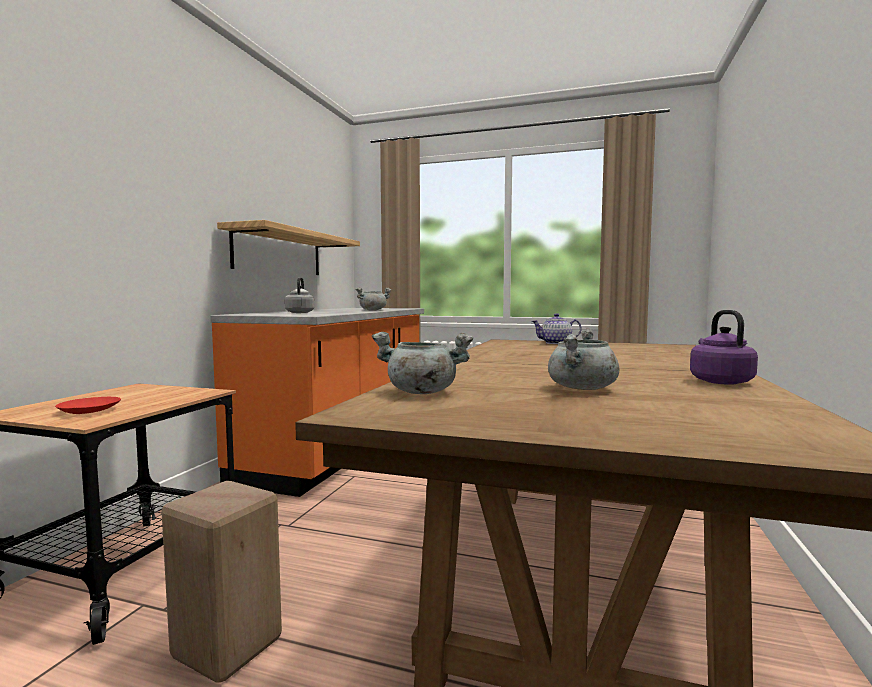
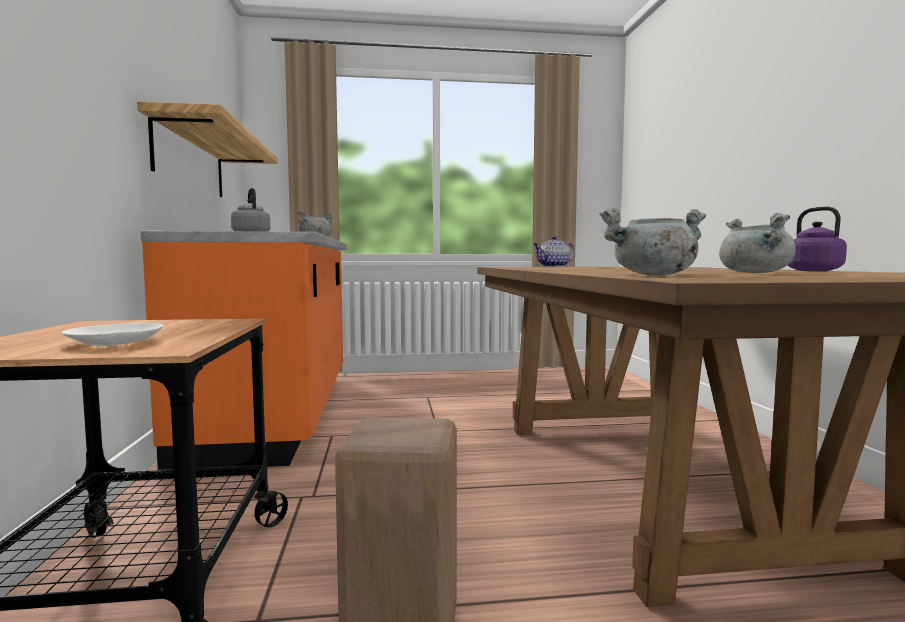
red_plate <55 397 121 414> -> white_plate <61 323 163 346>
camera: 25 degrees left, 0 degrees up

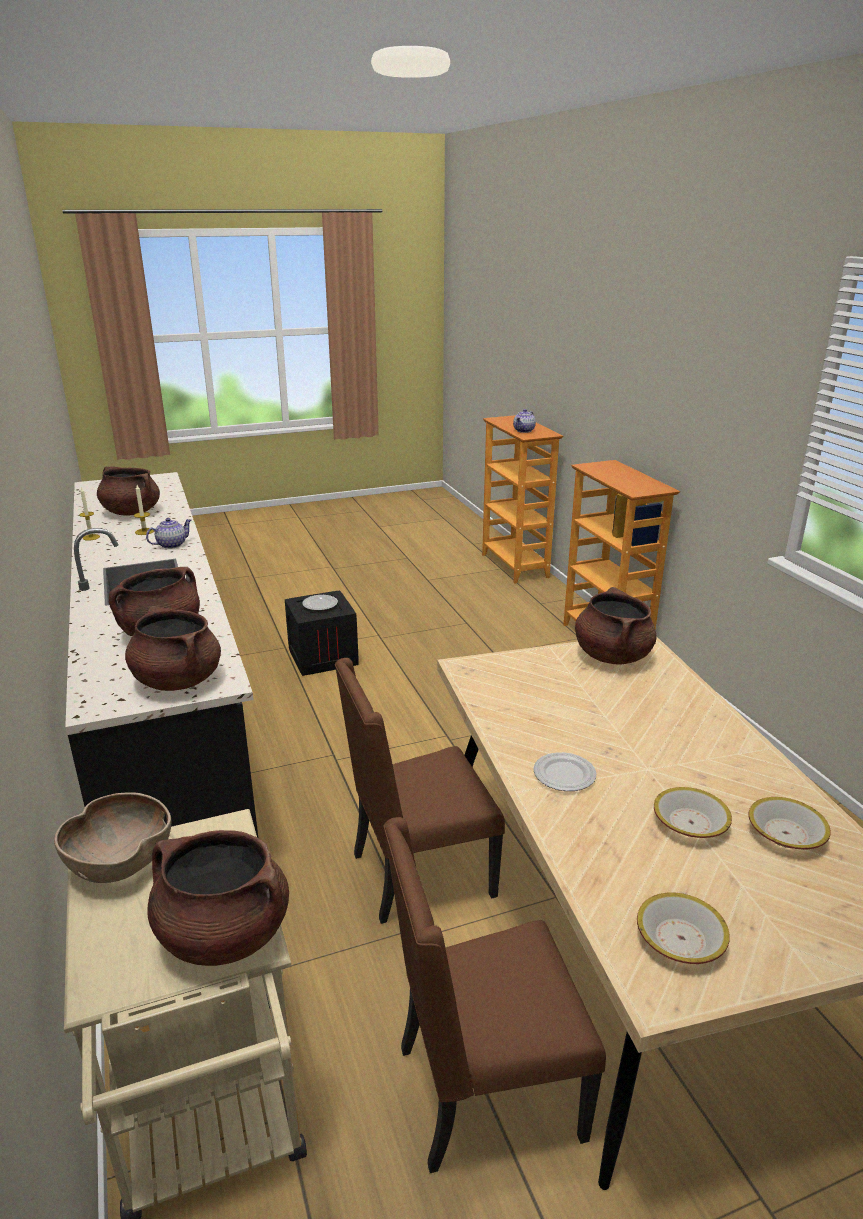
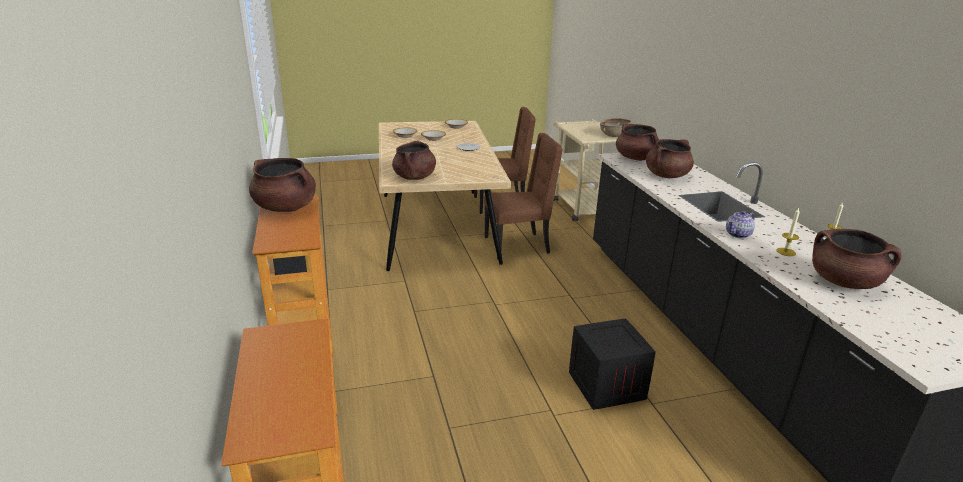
plate <302 595 338 610> -> none
teapot <513 409 536 433> -> none
brown_cooking_pot <147 830 289 966> -> brown_cooking_pot <249 158 316 212>, relocated
camera: 175 degrees left, 0 degrees up

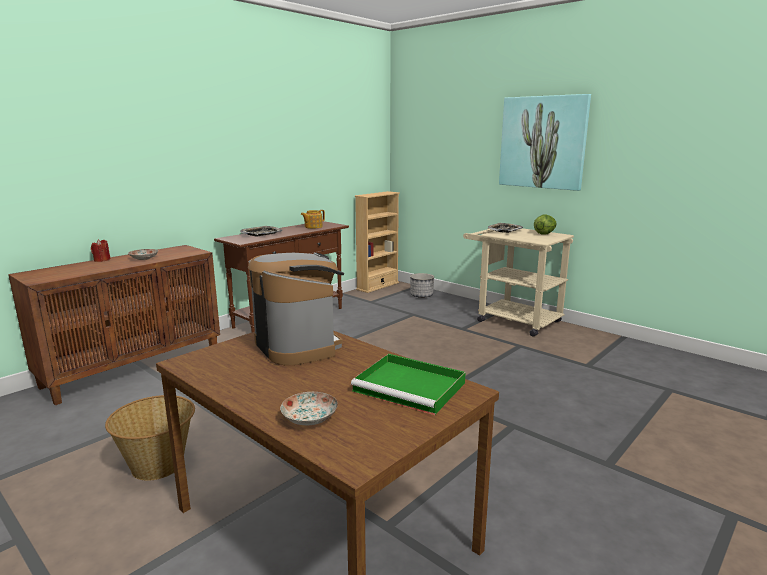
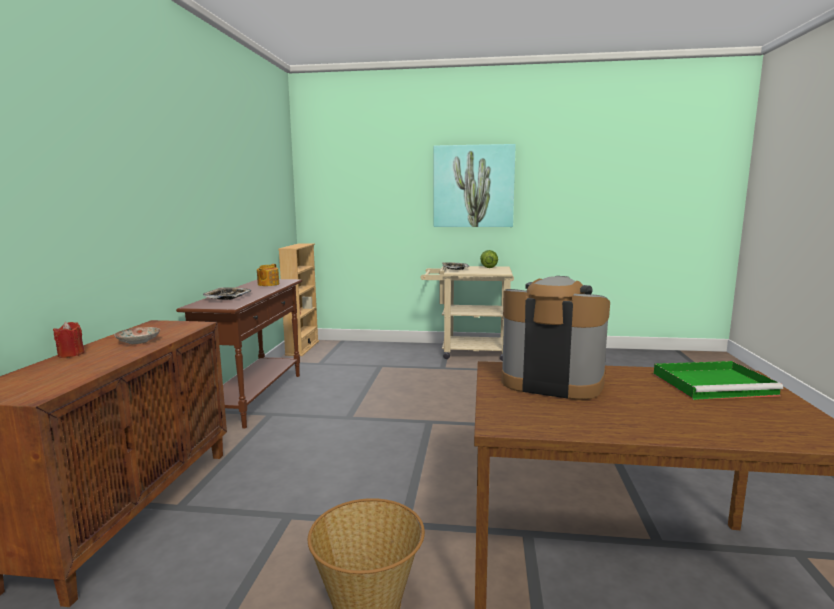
plate <280 392 338 425> -> none
planter <410 273 434 298> -> none
camera: 35 degrees left, 5 degrees down

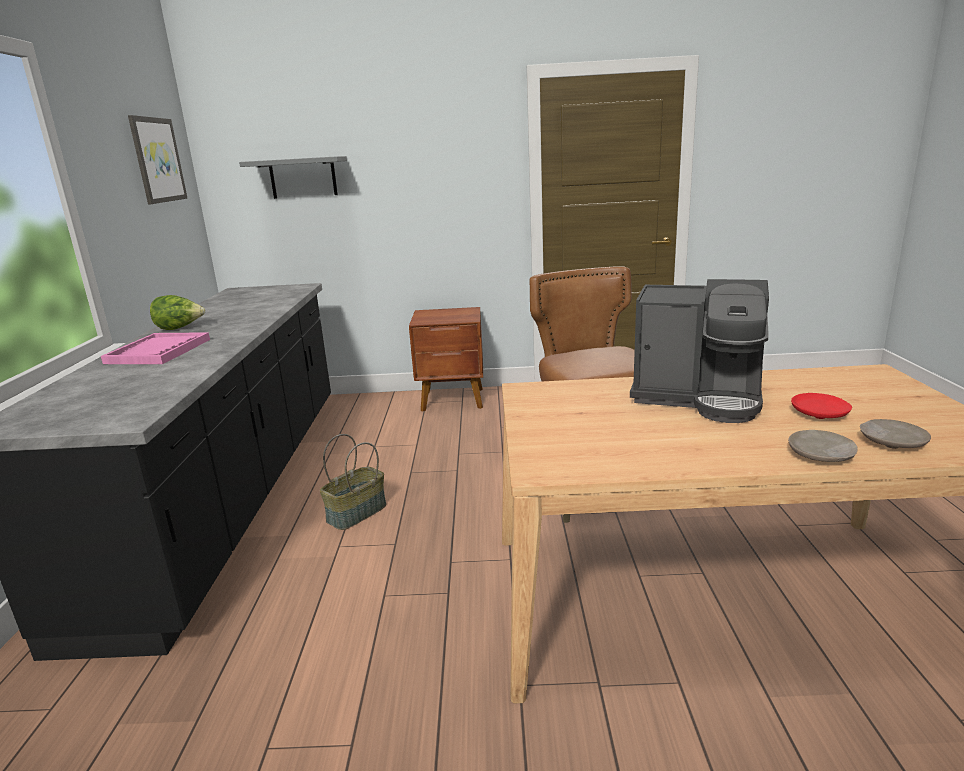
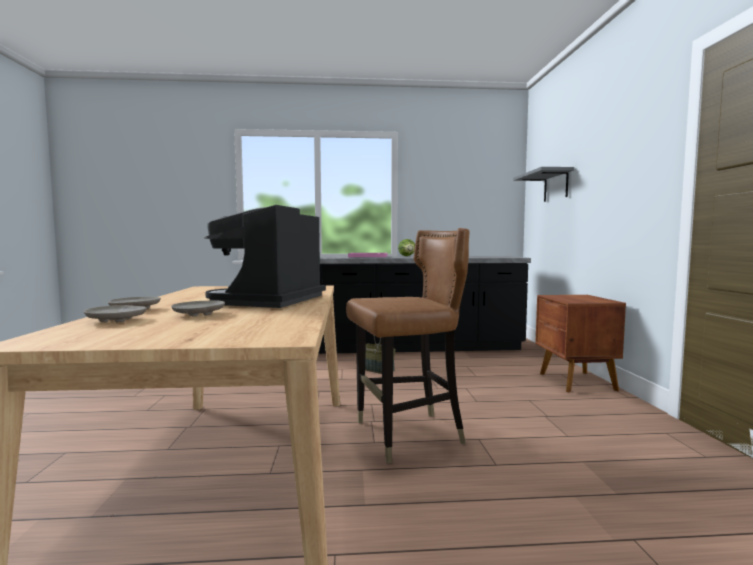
picture <128 115 187 205> -> none
red_plate <791 393 852 419> -> beige_plate <171 301 225 317>
camera: 85 degrees right, 15 degrees down

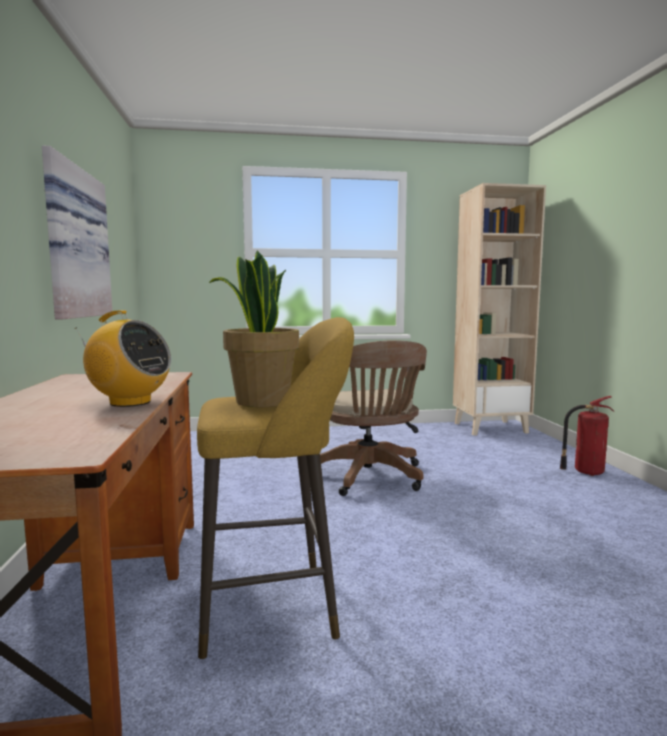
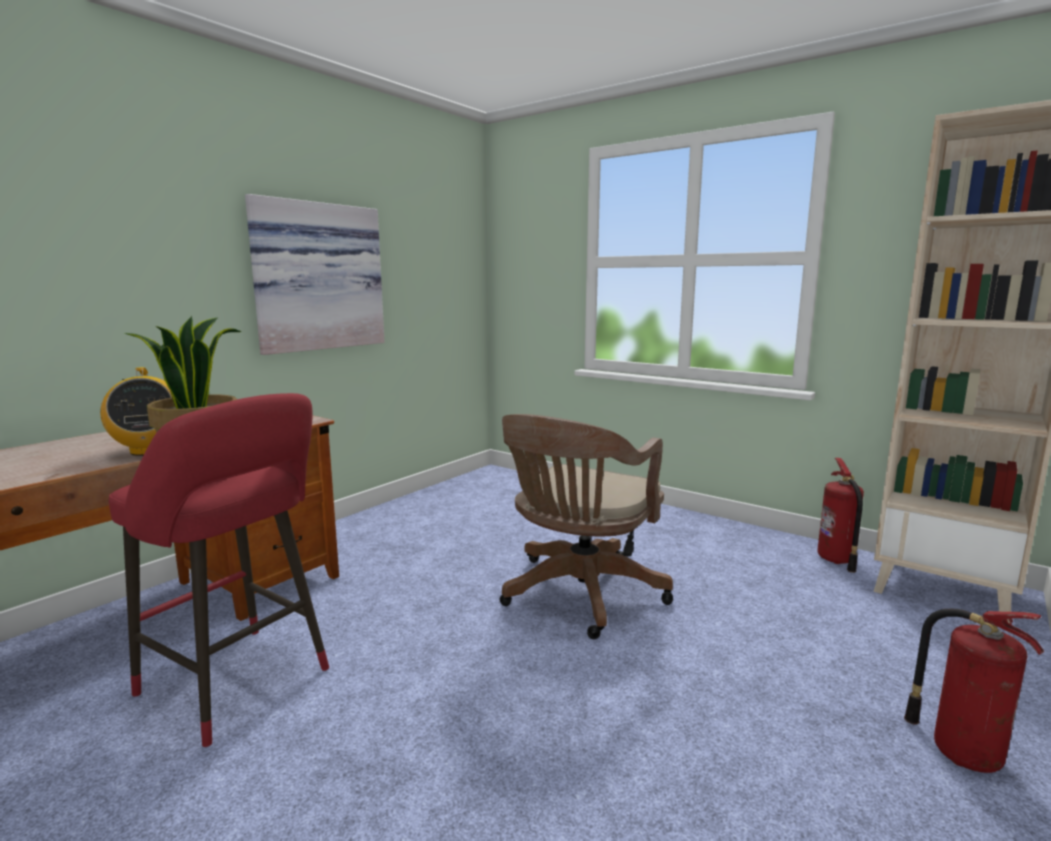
none -> fire_extinguisher <817 458 864 573>
yellow_stool <197 317 354 659> -> red_stool <109 393 329 747>
camera: 45 degrees right, 5 degrees up

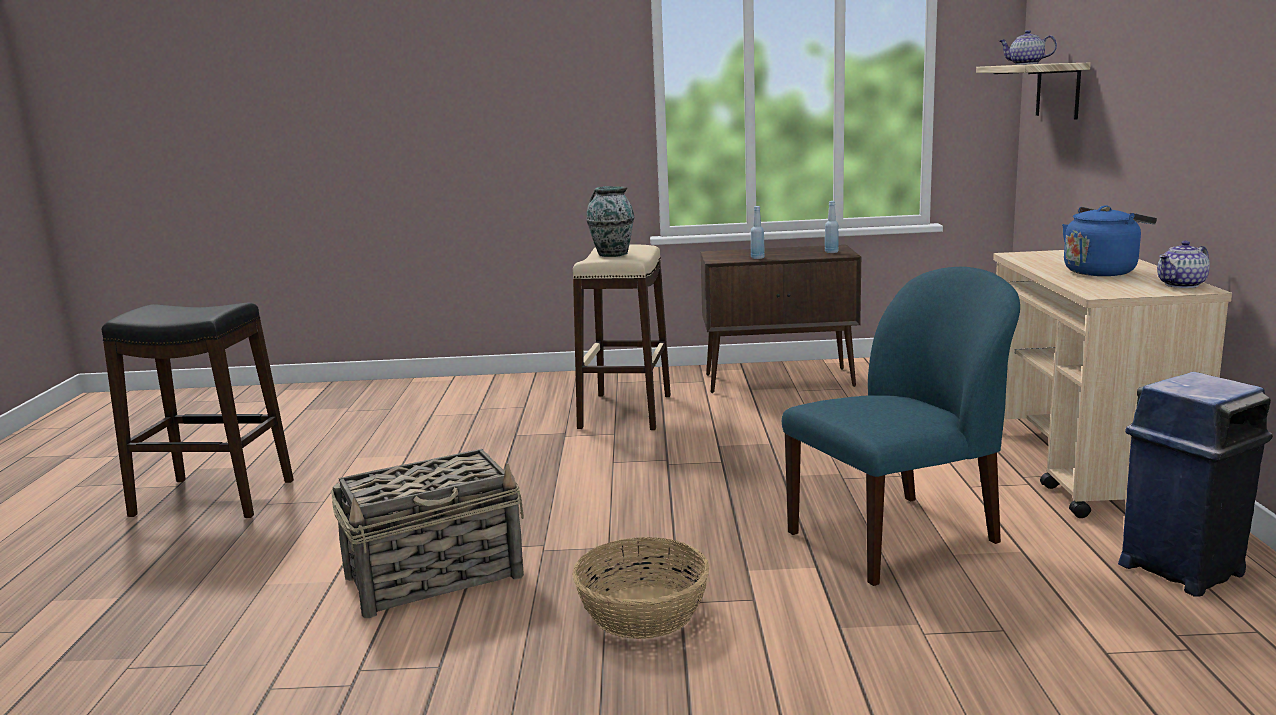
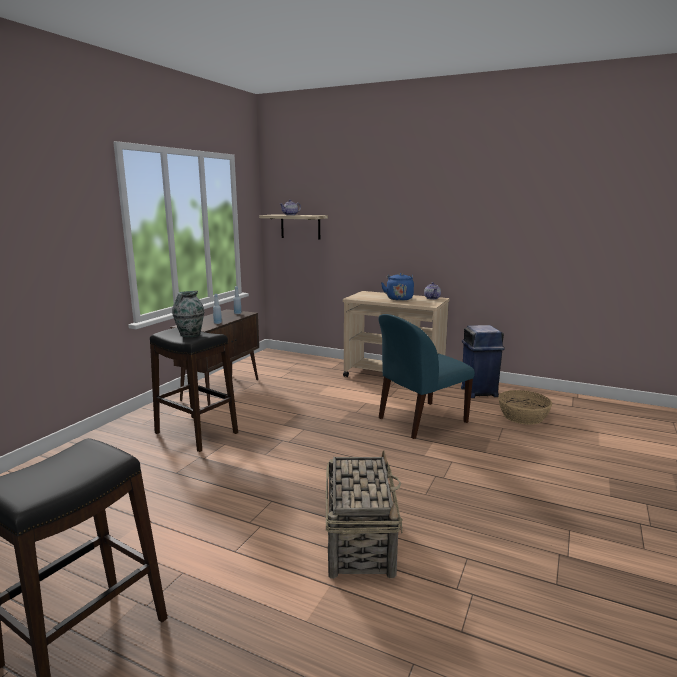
basket <572 537 709 639> -> basket <498 390 552 425>, relocated
beige_stool <573 244 671 430> -> black_stool <150 328 238 452>
blue_chair <782 267 1020 586> -> blue_chair <378 314 475 439>, 120 degrees counterclockwise
camera: 65 degrees left, 0 degrees up

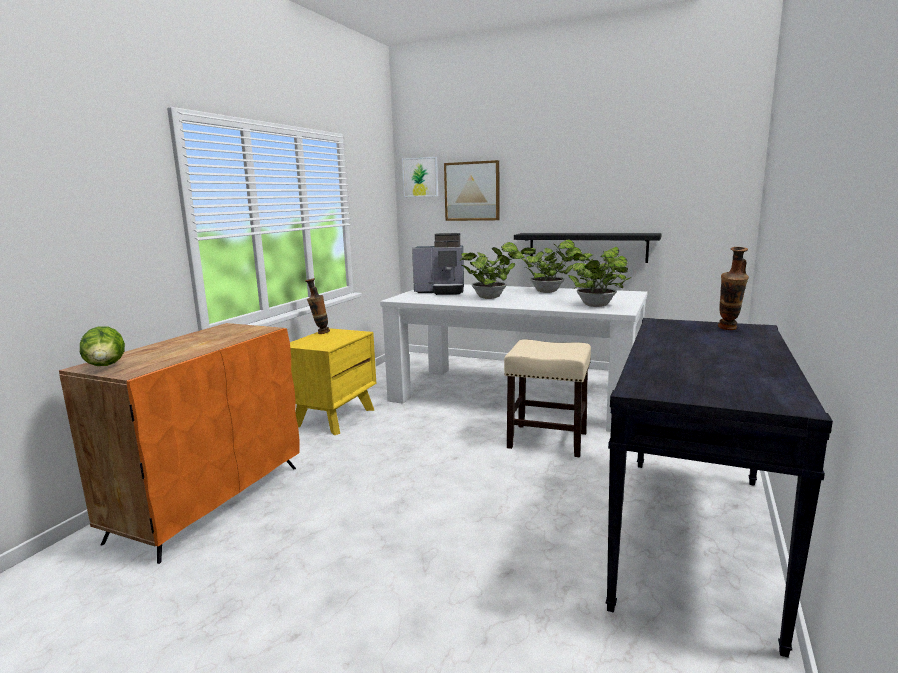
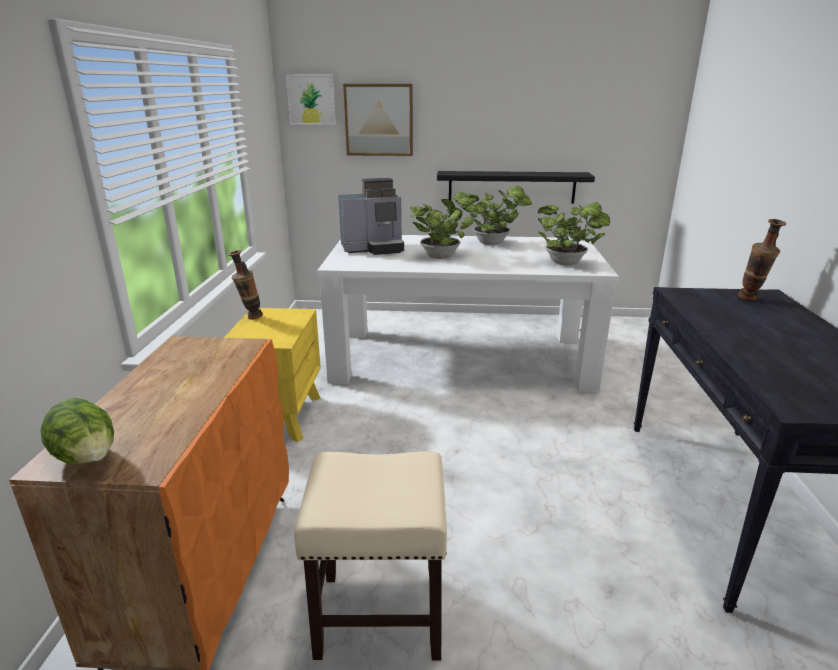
beige_stool <504 339 591 457> -> beige_stool <294 452 447 661>, relocated
camera: 20 degrees left, 10 degrees up

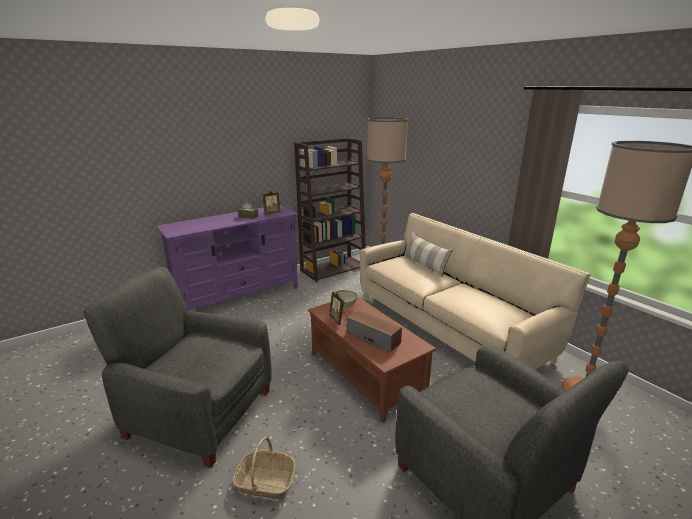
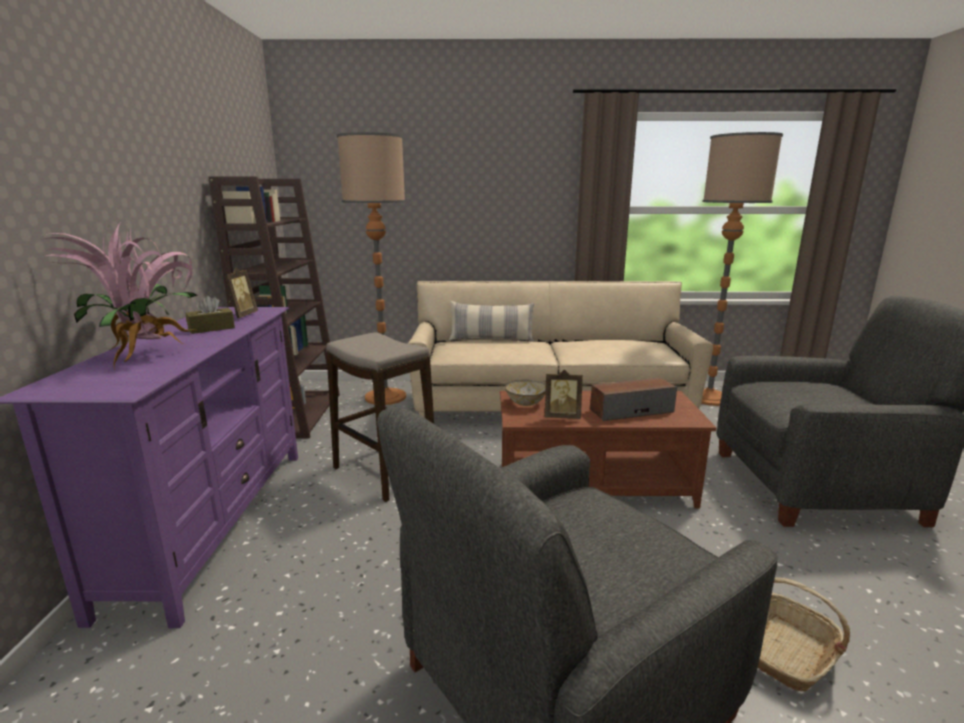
none -> potted_plant <41 223 198 368>
none -> stool <326 332 434 502>
camera: 55 degrees left, 5 degrees down

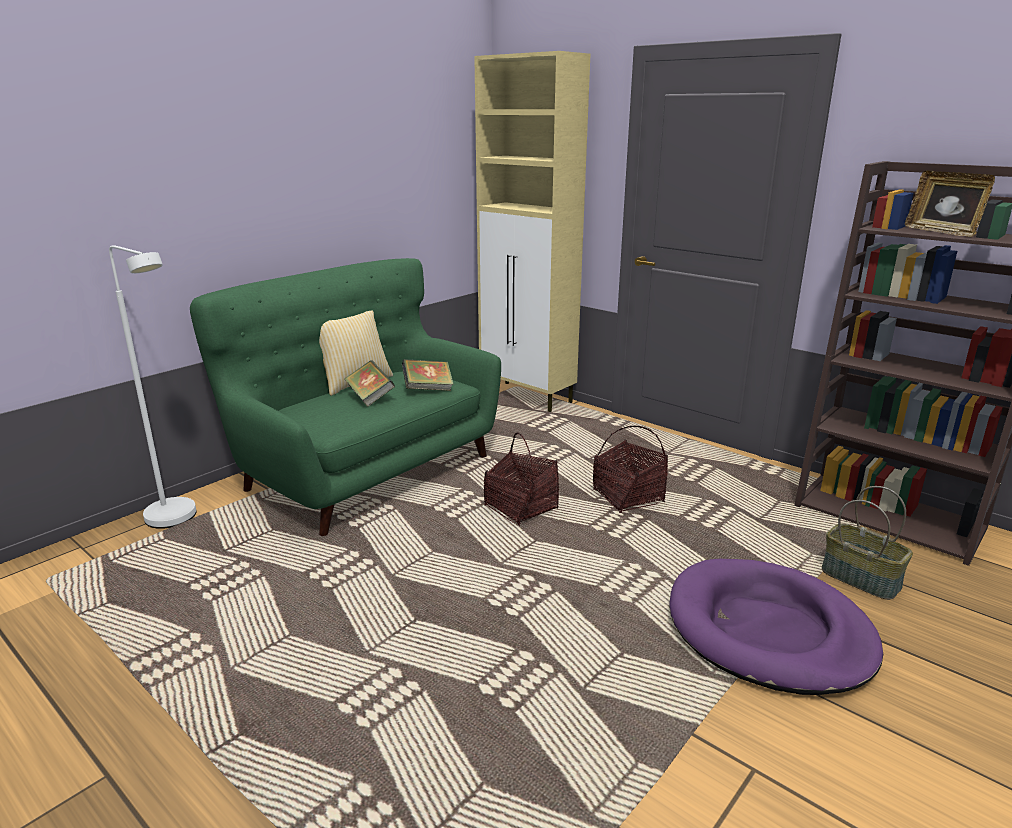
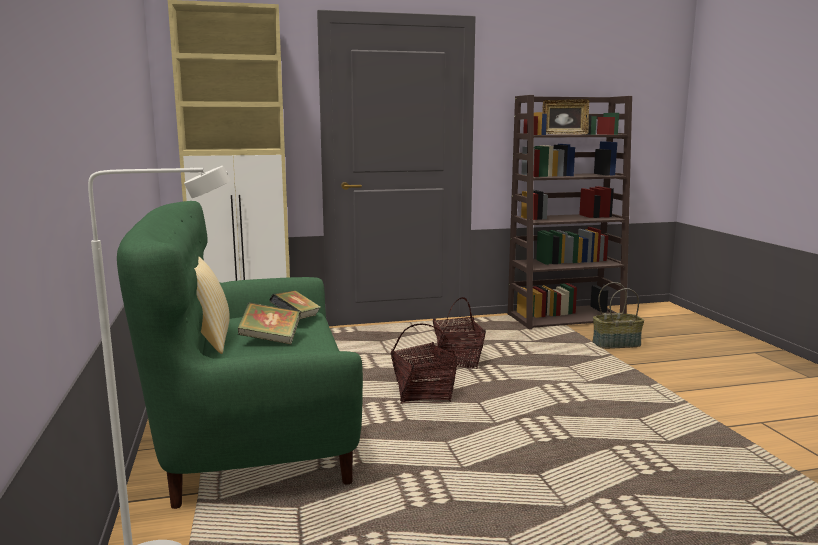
purple_dog_bed <669 559 883 695> -> none
camera: 55 degrees left, 10 degrees down

